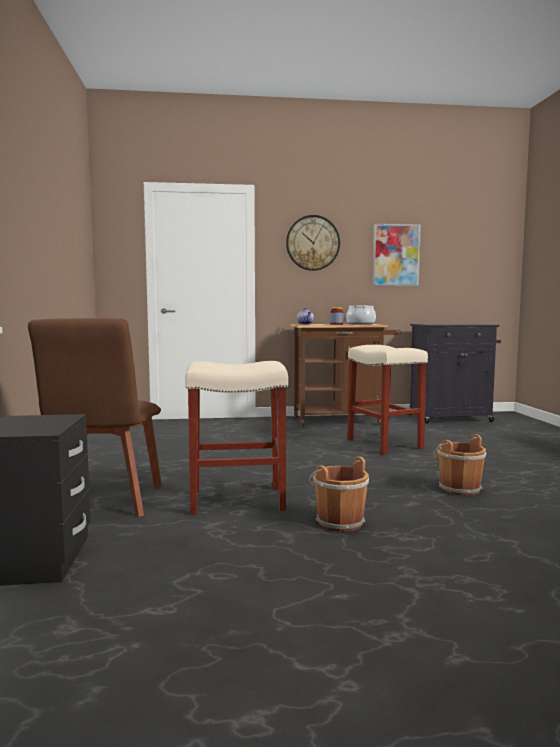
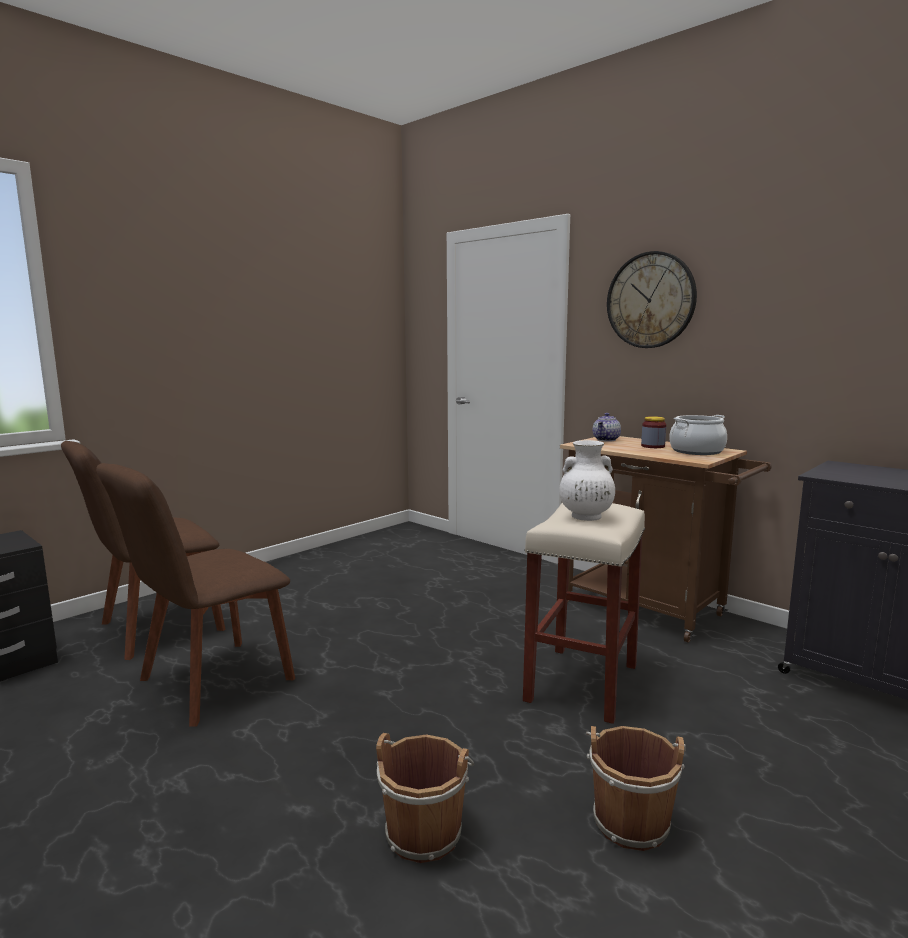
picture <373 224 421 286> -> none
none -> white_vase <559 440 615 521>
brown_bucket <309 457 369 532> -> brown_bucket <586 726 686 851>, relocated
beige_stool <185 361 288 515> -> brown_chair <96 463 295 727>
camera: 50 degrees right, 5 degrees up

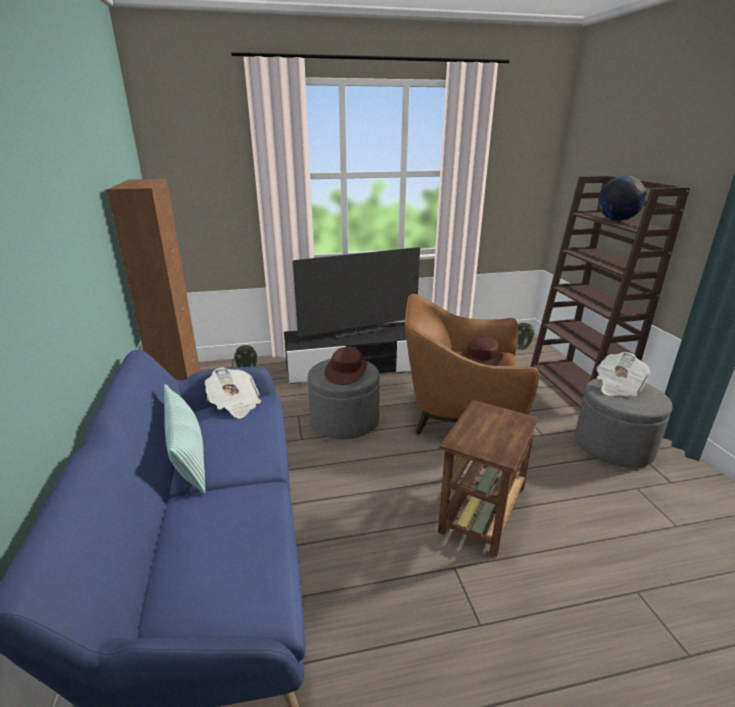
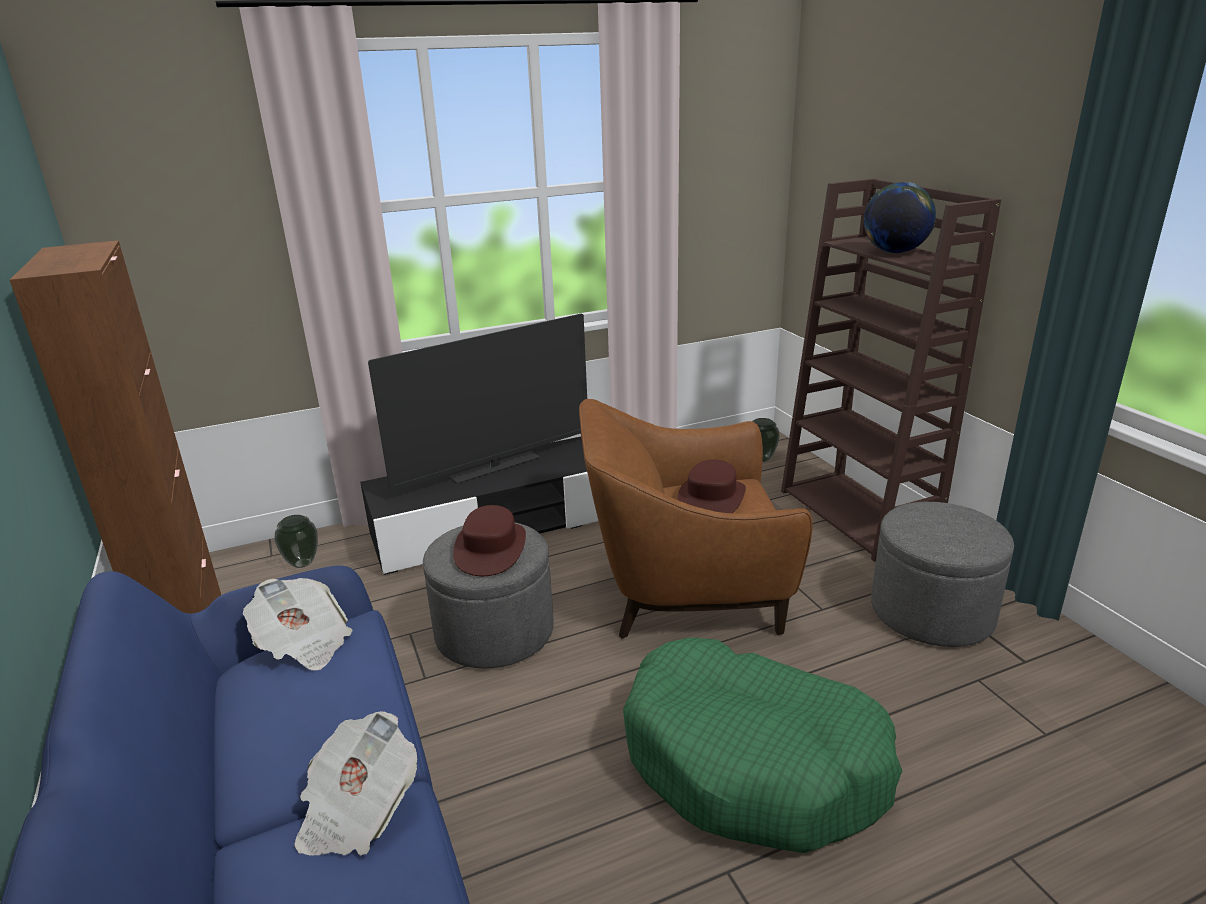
pillow <164 384 205 494> -> none
newspaper <596 352 651 397> -> newspaper <294 711 417 856>, relocated
brown_side_table <438 400 538 557> -> green_dog_bed <623 637 902 853>
camera: 10 degrees left, 0 degrees up

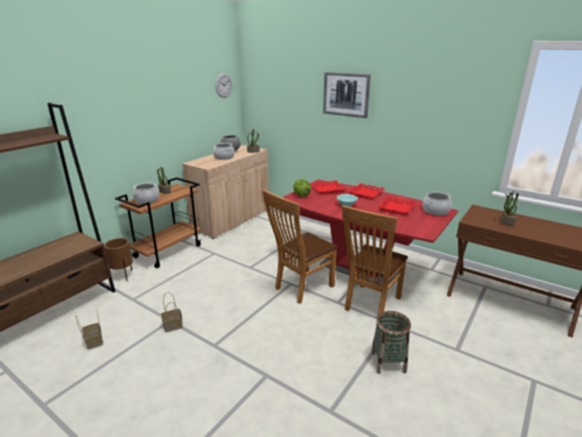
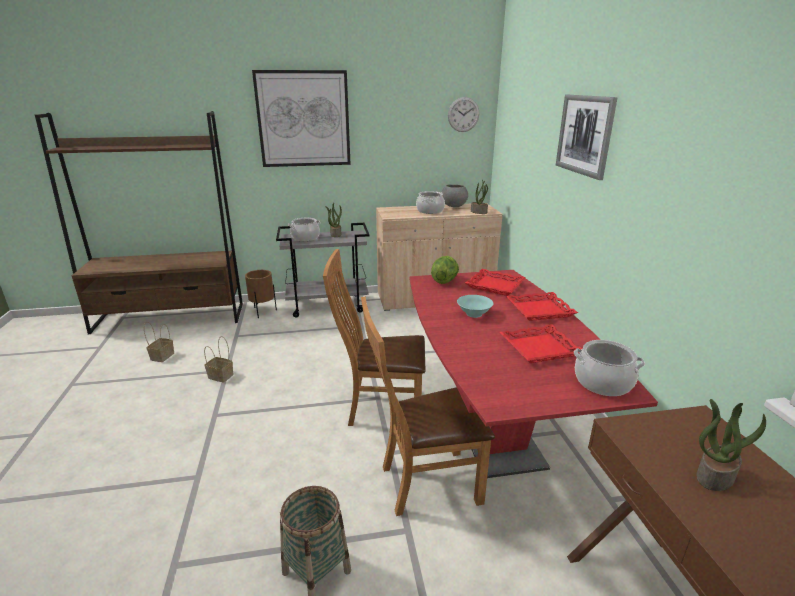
none -> picture <252 70 351 167>
brown_cart <115 177 202 268> -> grey_cart <276 223 369 317>
camera: 45 degrees right, 0 degrees up

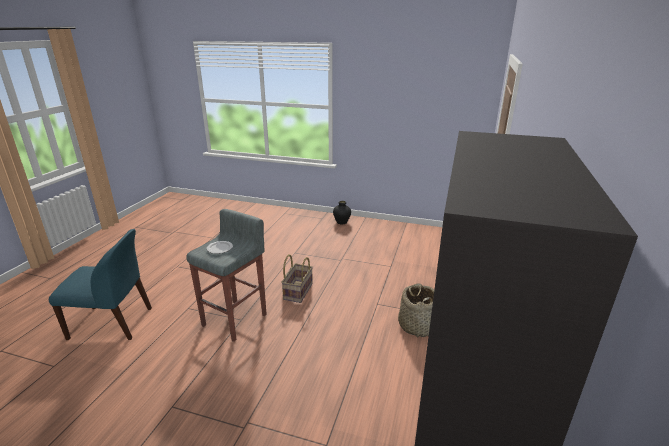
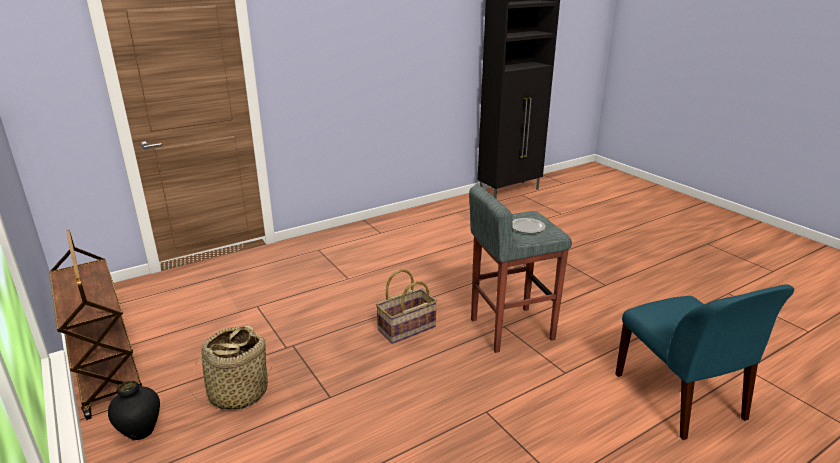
none -> brown_cart <49 230 144 420>
basket <398 283 434 337> -> basket <188 326 273 409>, relocated
blue_chair <49 229 152 340> -> blue_chair <615 284 794 440>, 150 degrees counterclockwise
camera: 140 degrees left, 0 degrees up

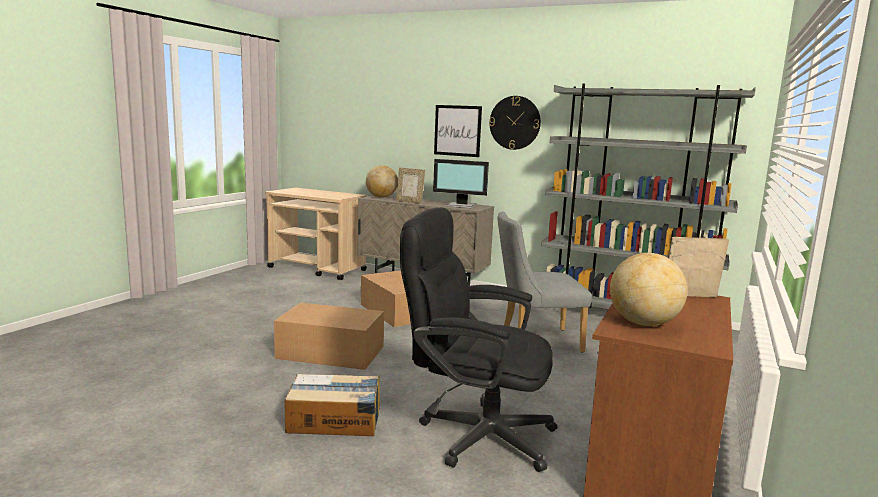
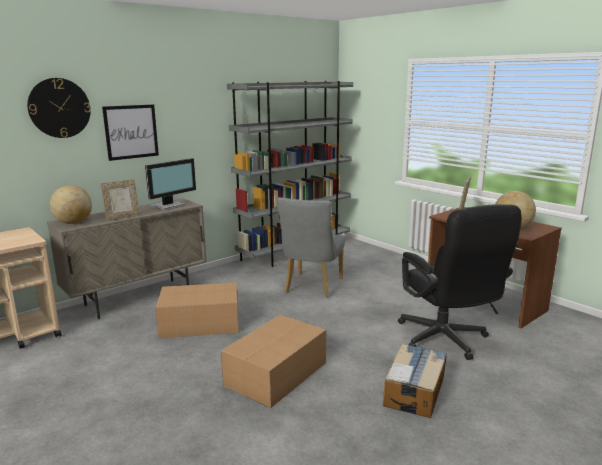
wall_clock <489 96 541 150> -> wall_clock <27 78 91 138>, relocated
black_office_chair <400 207 557 472> -> black_office_chair <398 204 522 360>, 60 degrees counterclockwise
camera: 65 degrees left, 5 degrees up

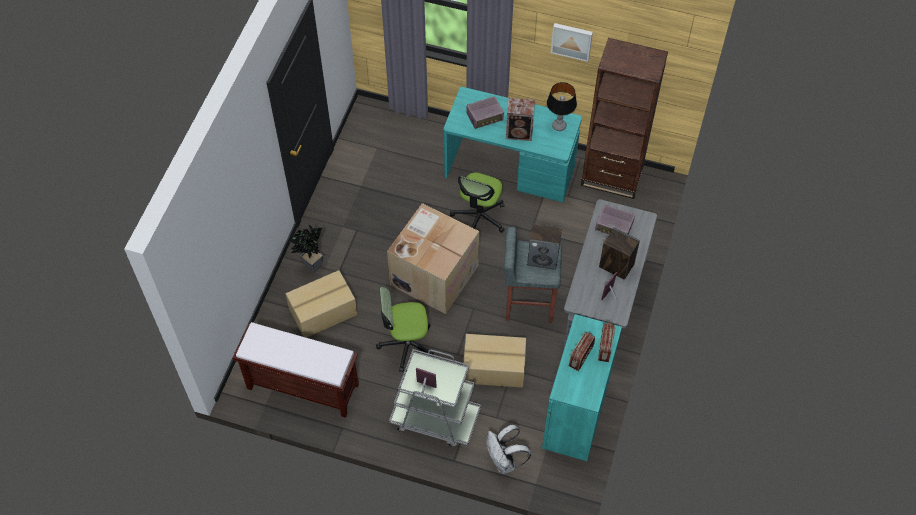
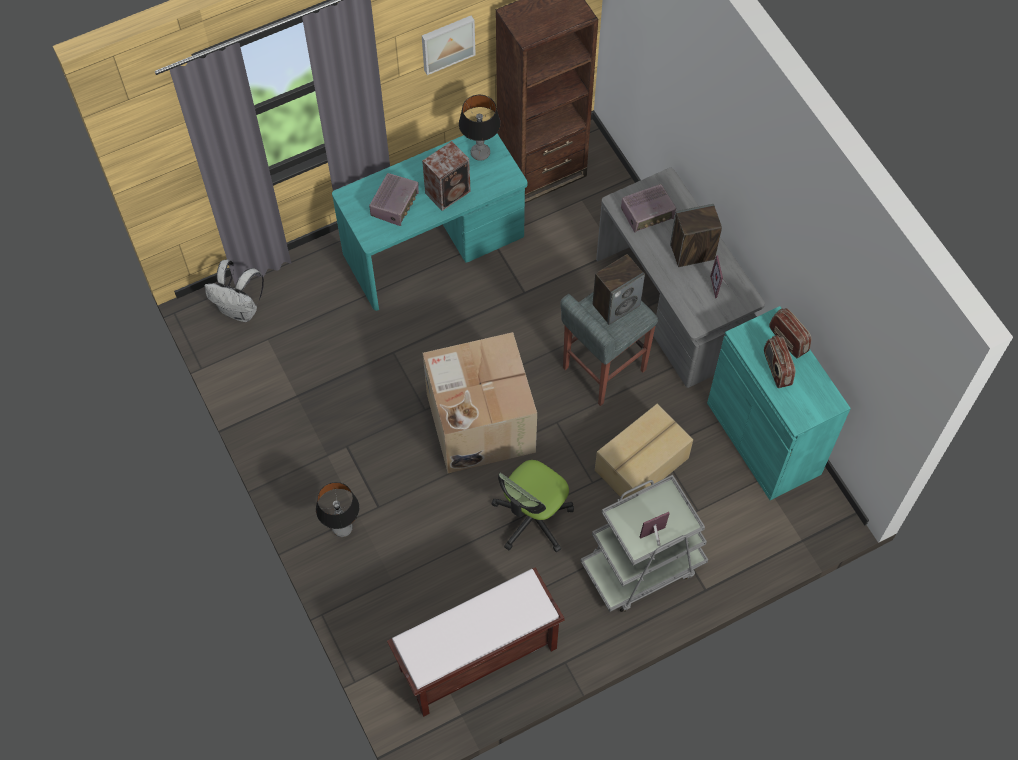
cardboard_box <286 270 357 338> -> none
office_chair <450 172 505 233> -> none
white_backpack <486 424 531 474> -> white_backpack <205 260 264 322>, relocated
potted_plant <290 224 323 273> -> table_lamp <316 482 359 537>
camera: 45 degrees left, 5 degrees up

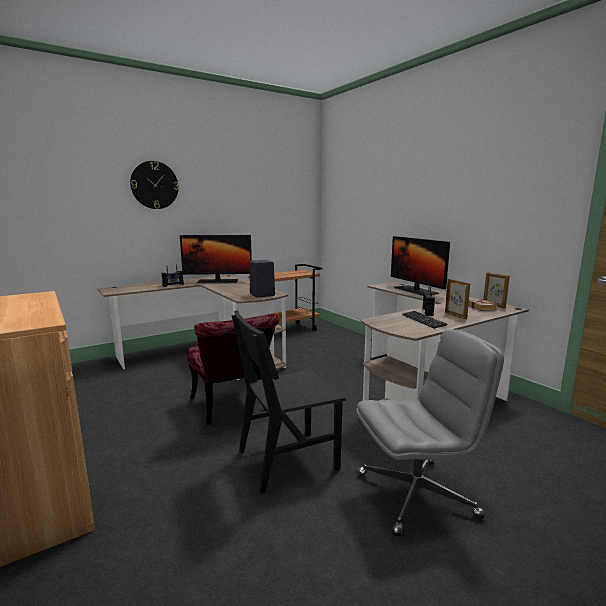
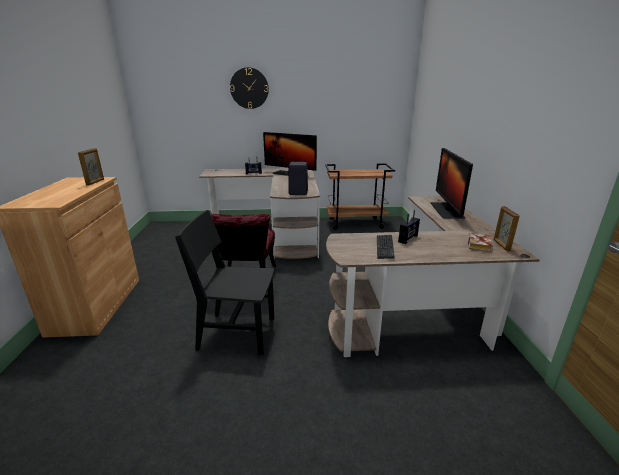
grey_office_chair <357 329 504 536> -> none
picture_frame <445 279 470 319> -> picture_frame <78 148 104 186>, relocated
camera: 30 degrees right, 10 degrees up

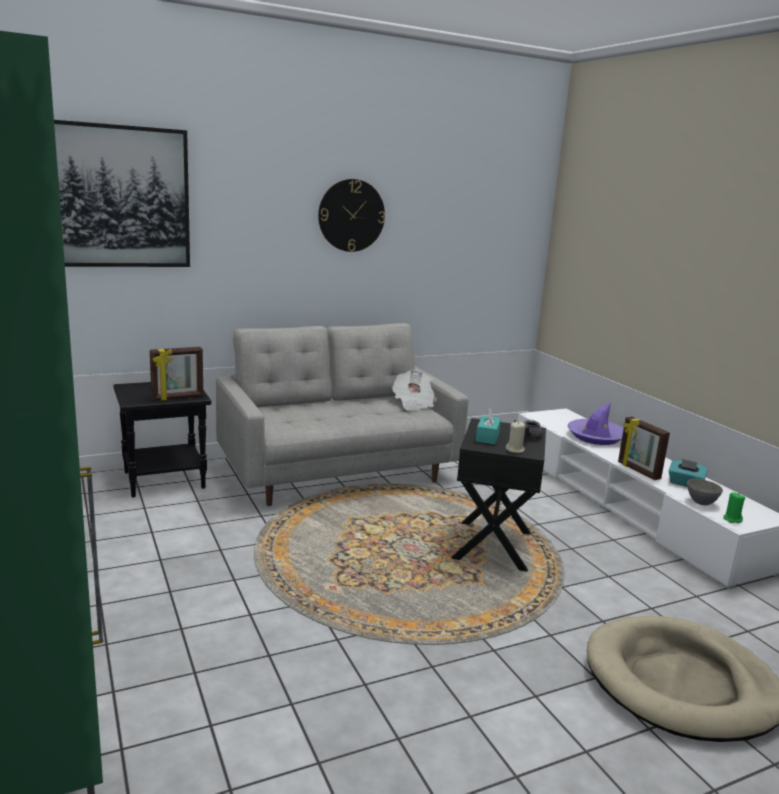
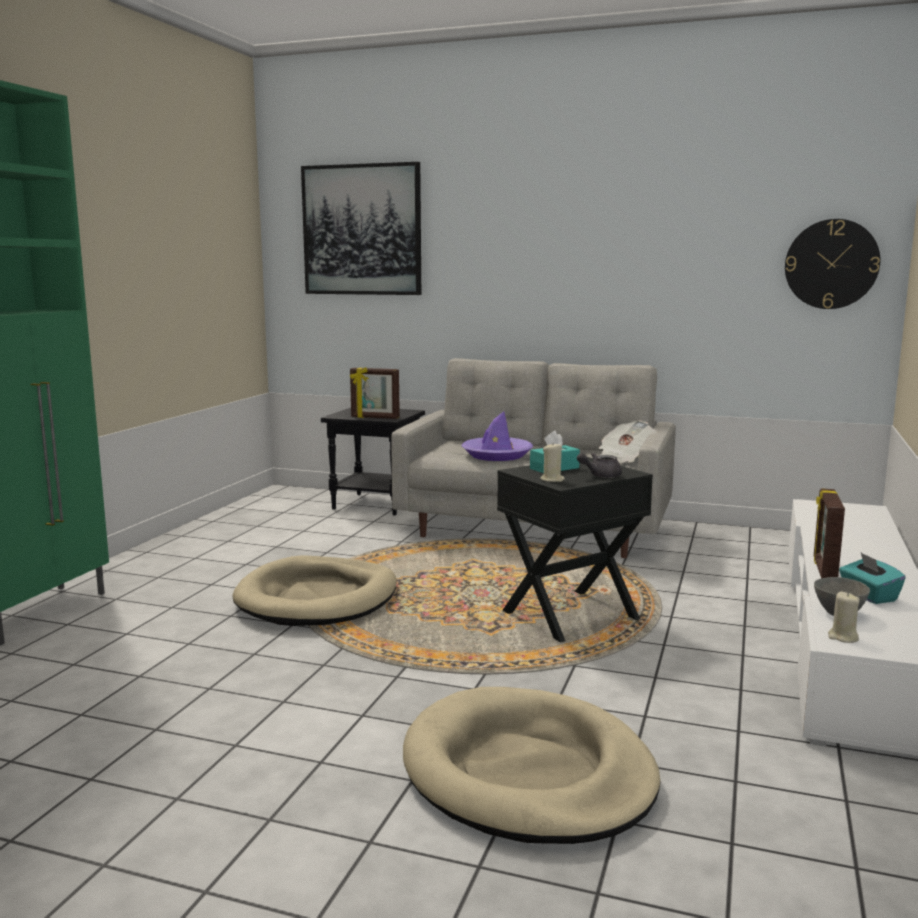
none -> beige_dog_bed <232 555 397 626>
wall_clock <318 179 385 252> -> wall_clock <785 219 880 309>, relocated
purple_hat <567 403 624 445> -> purple_hat <462 411 533 461>, relocated
green_candle <723 492 745 523> -> beige_candle <828 592 860 643>
camera: 45 degrees right, 5 degrees down

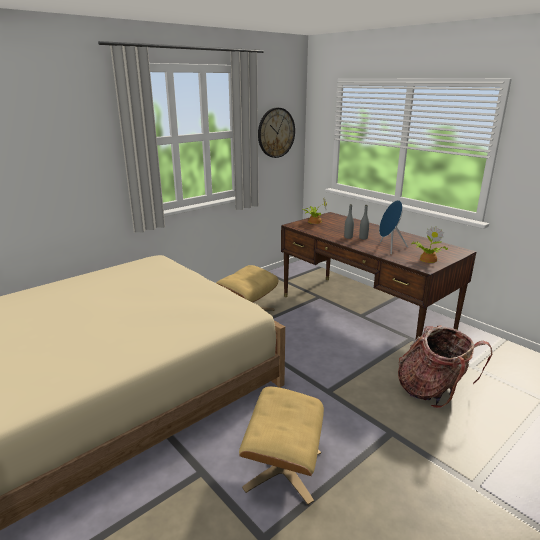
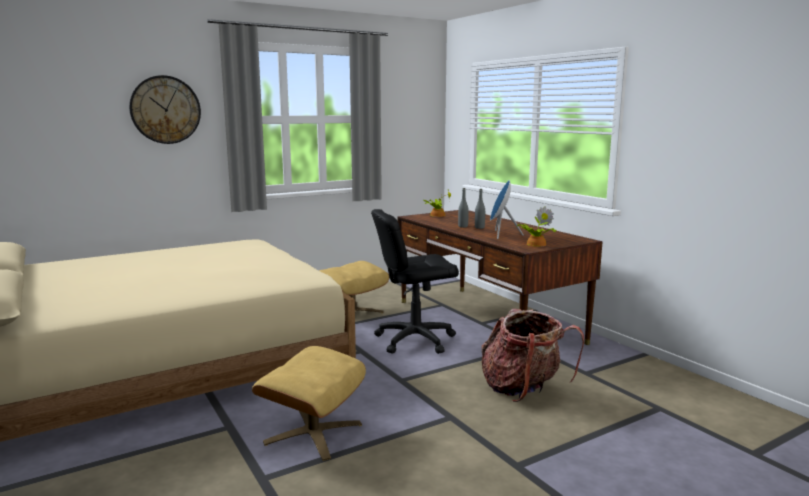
none -> black_office_chair <371 209 459 354>
wall_clock <258 108 295 158> -> wall_clock <129 75 201 144>, relocated
camera: 10 degrees right, 10 degrees down

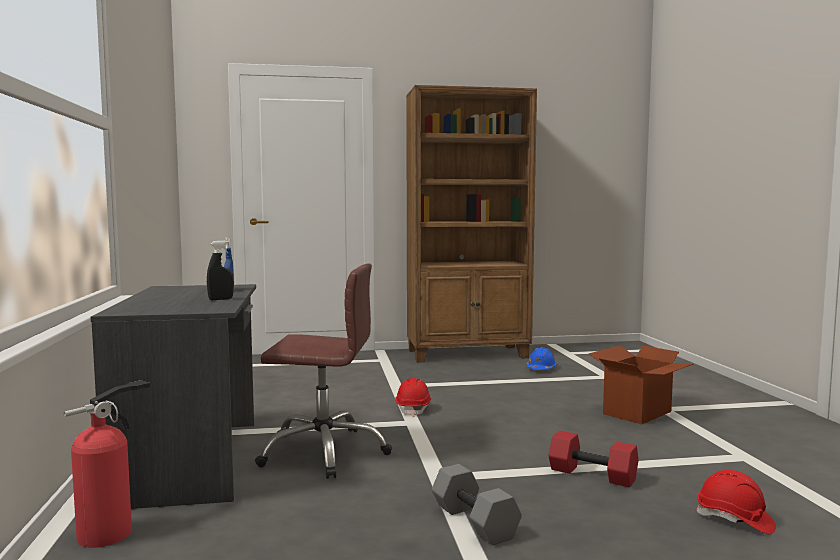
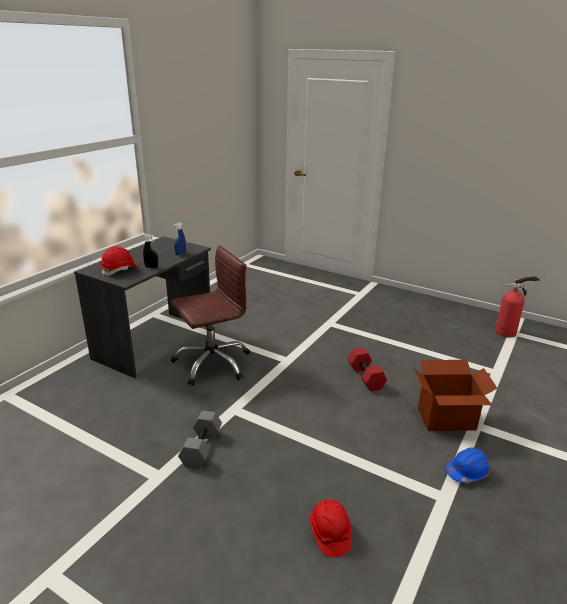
brown_bookcase <406 85 537 363> -> none
fire_extinguisher <63 380 150 548> -> fire_extinguisher <495 276 540 337>, relocated
red_hard_hat <395 378 431 417> -> red_hard_hat <100 246 138 276>, relocated
blue_hard_hat <527 347 556 370> -> blue_hard_hat <446 447 491 483>, relocated
red_dumbbell <549 430 639 487> -> red_dumbbell <348 348 387 391>, relocated
brown_office_chair <255 264 392 479> -> brown_office_chair <171 245 250 386>, 75 degrees counterclockwise
camera: 40 degrees right, 20 degrees up

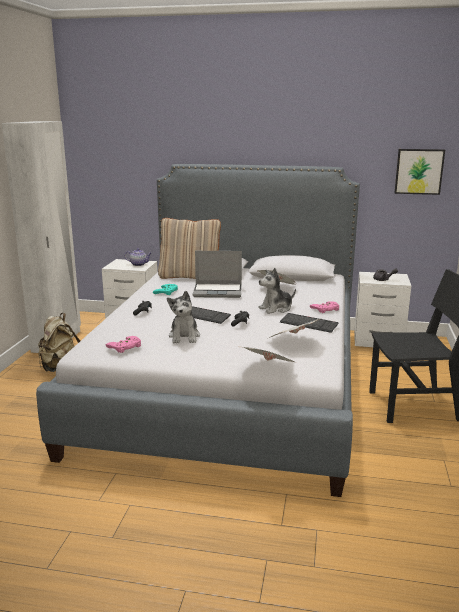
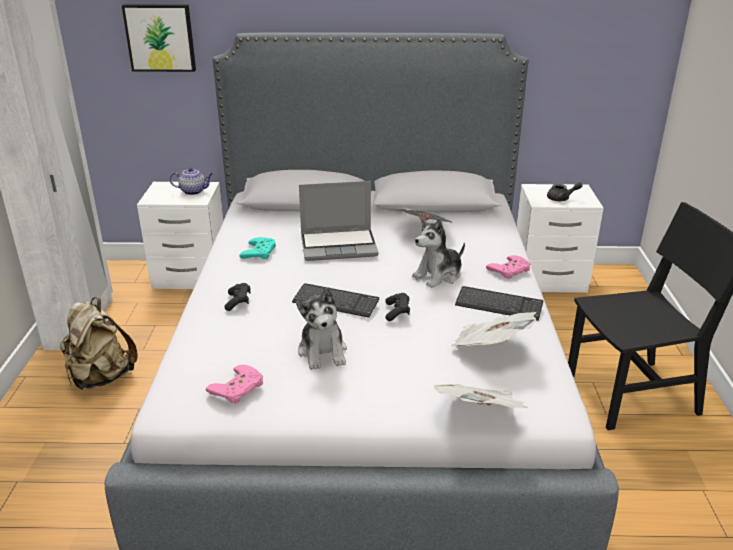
beige_pillow <158 218 221 279> -> none
picture <394 149 445 195> -> picture <122 4 196 72>, relocated
camera: 10 degrees left, 10 degrees up

